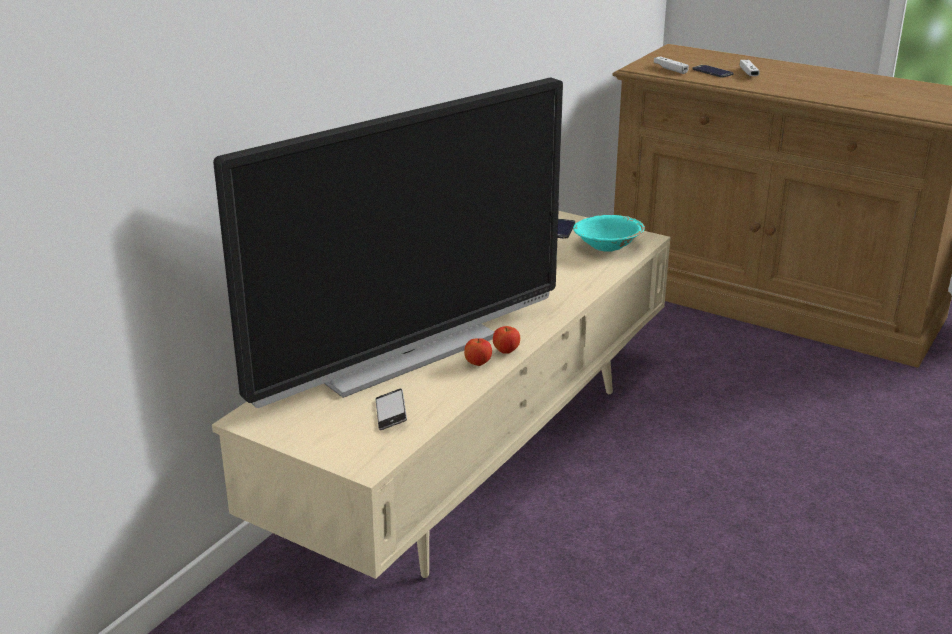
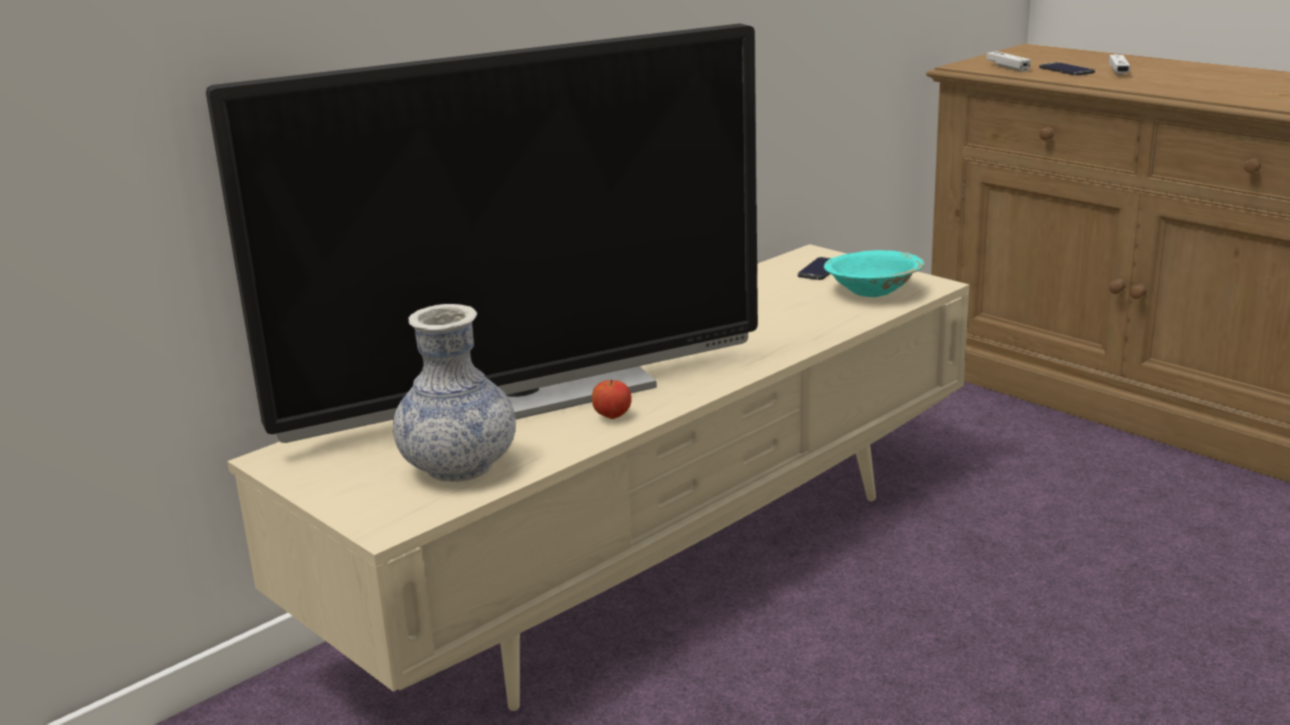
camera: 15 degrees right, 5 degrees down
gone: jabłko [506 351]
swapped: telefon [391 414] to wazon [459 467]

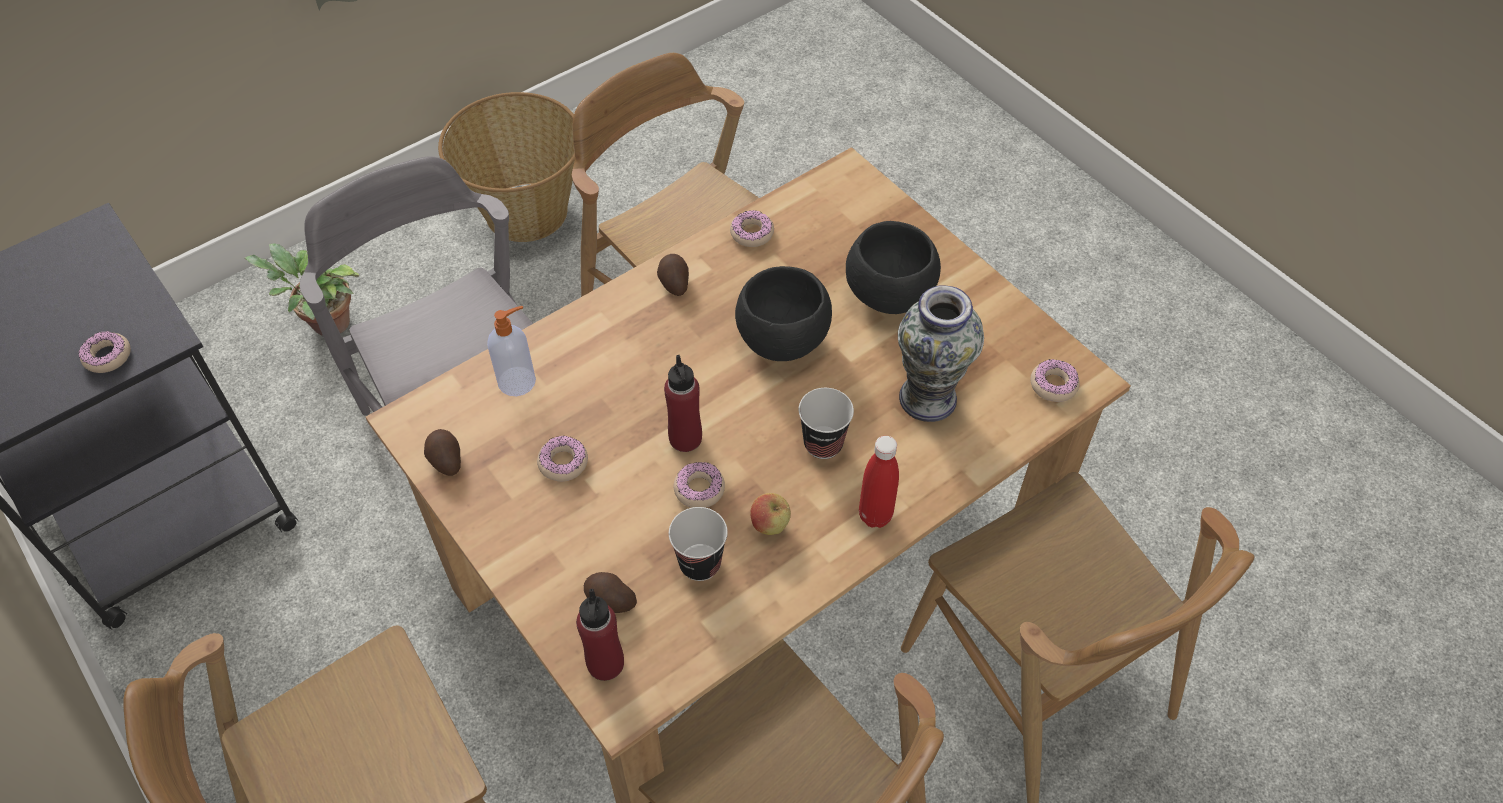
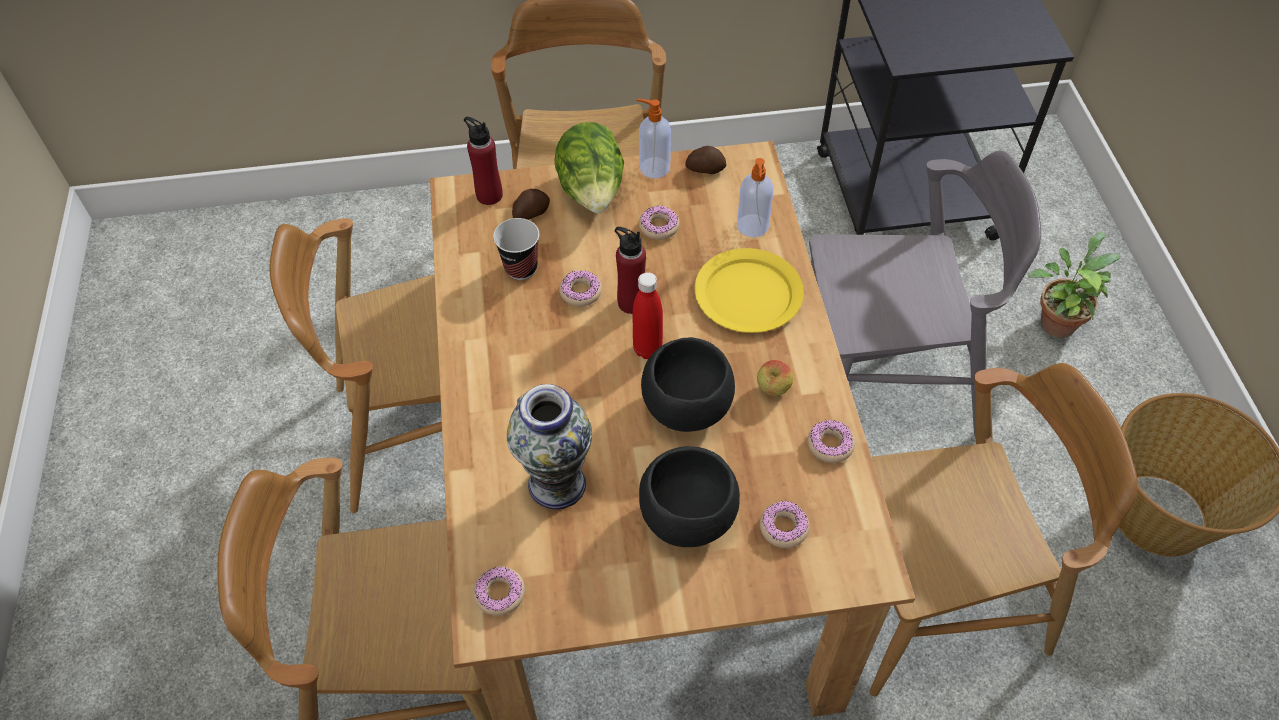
camera: 120 degrees right, 0 degrees up
gone: ziemniak [674 282]; filiżanka [823 444]
new: sałata [592 193]; dozownik mydła [653 167]; talerz [żółty] [748 295]
shifted: donut [107 356] to [783 528]; jabłko [770 525] to [773 389]; butelka [czerwony] [875 515] to [647 349]

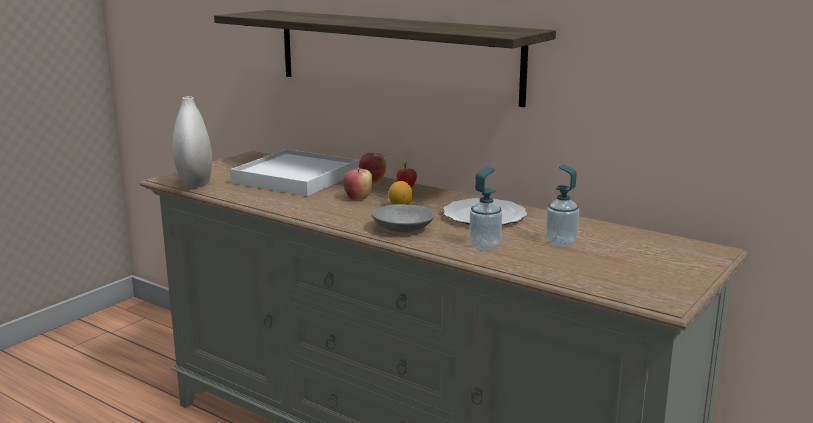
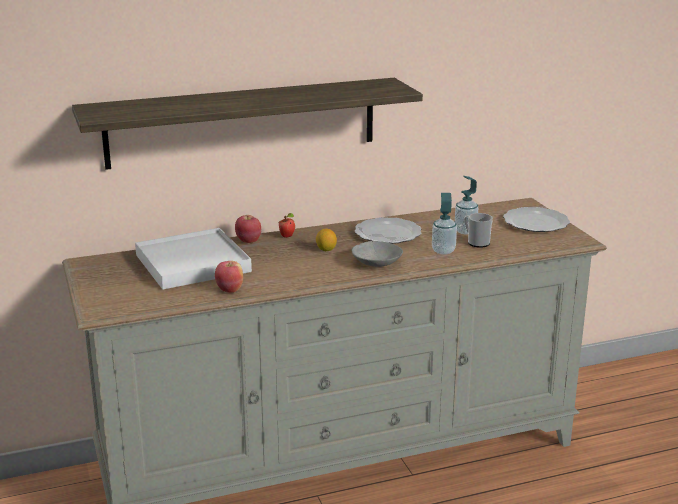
camera: 55 degrees left, 5 degrees up
gone: wazon [biały] [195 182]
new: kubek [476 242]; talerz [536 222]
shifted: jabłko [358 198] to [229 290]

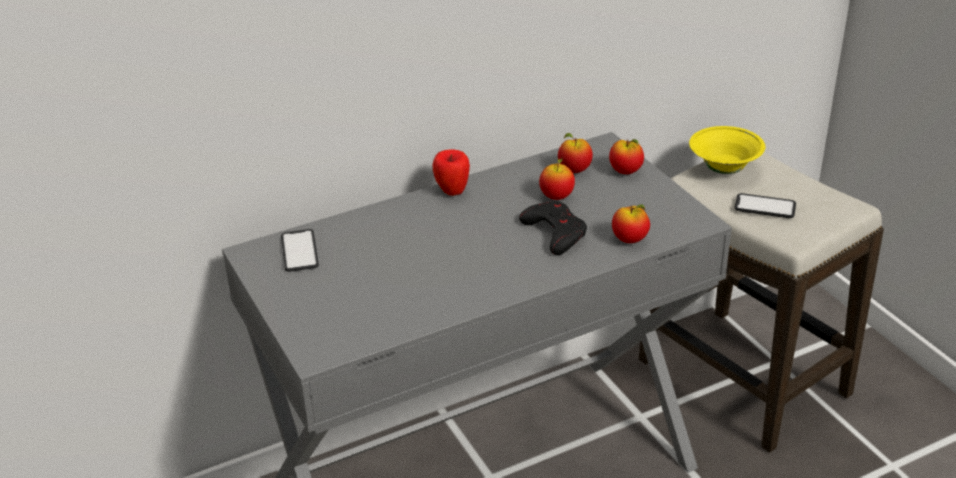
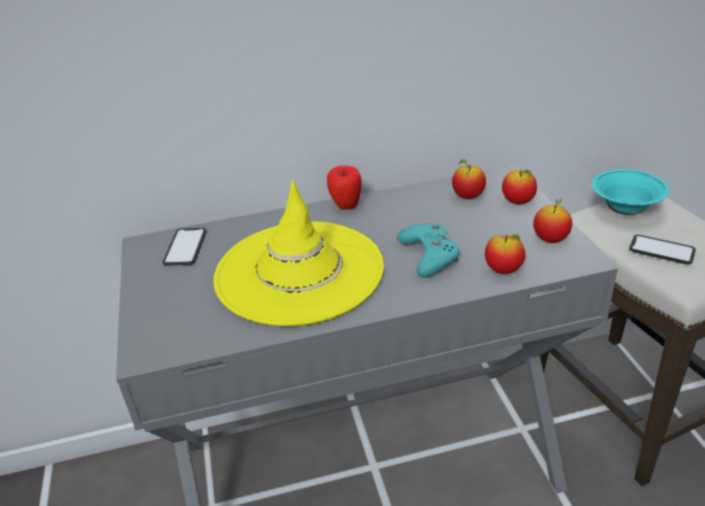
camera: 15 degrees right, 0 degrees up
new: kapelusz [żółty] [299 272]
shifted: jabłko [556 197] to [550 239]
repainted: pad do gier [czarny] [555 232] to pad do gier [turkusowy] [429 254]; miska [żółty] [724 169] to miska [turkusowy] [625 210]

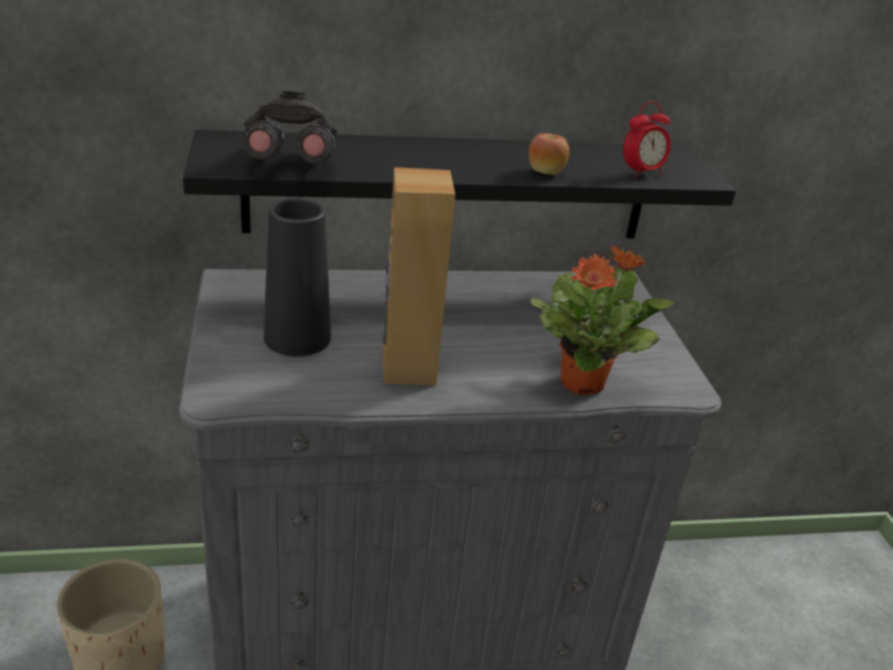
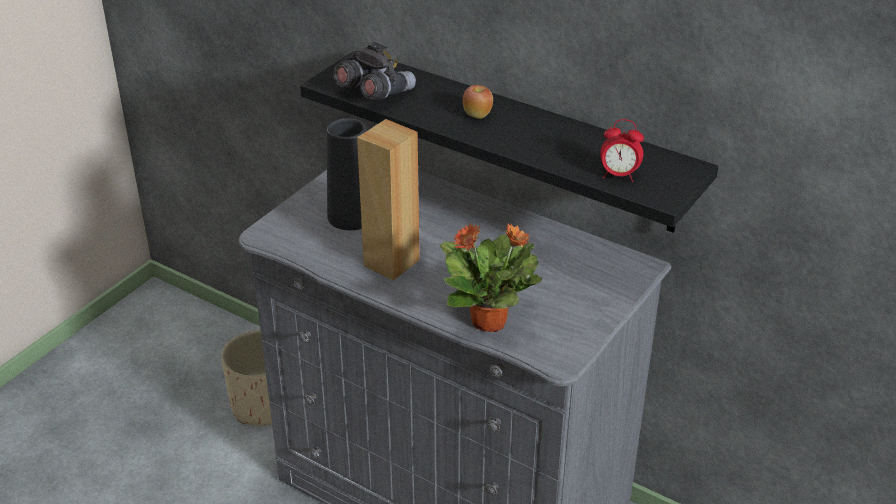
camera: 45 degrees right, 5 degrees up
shifted: jabłko [545 172] to [477 115]

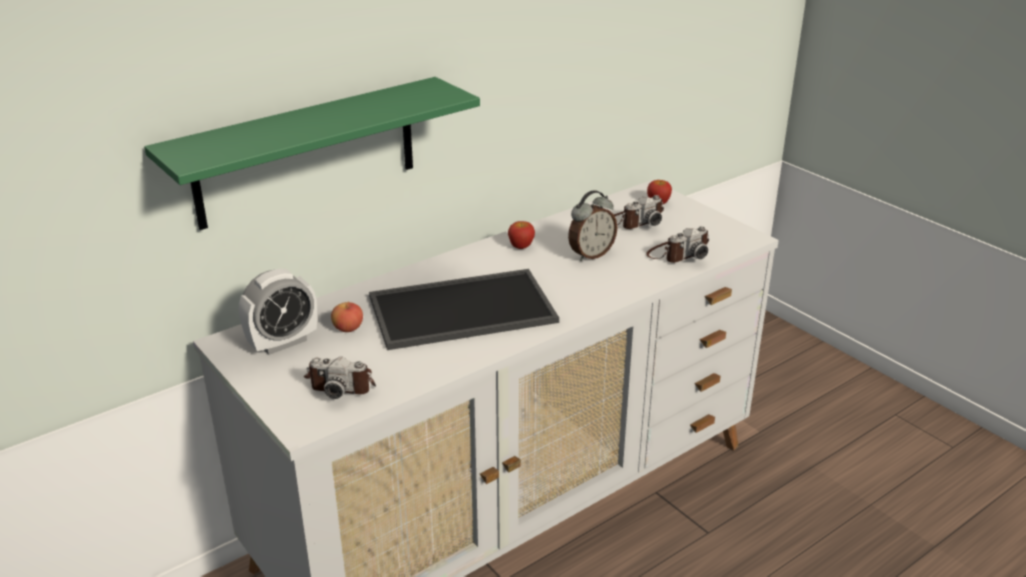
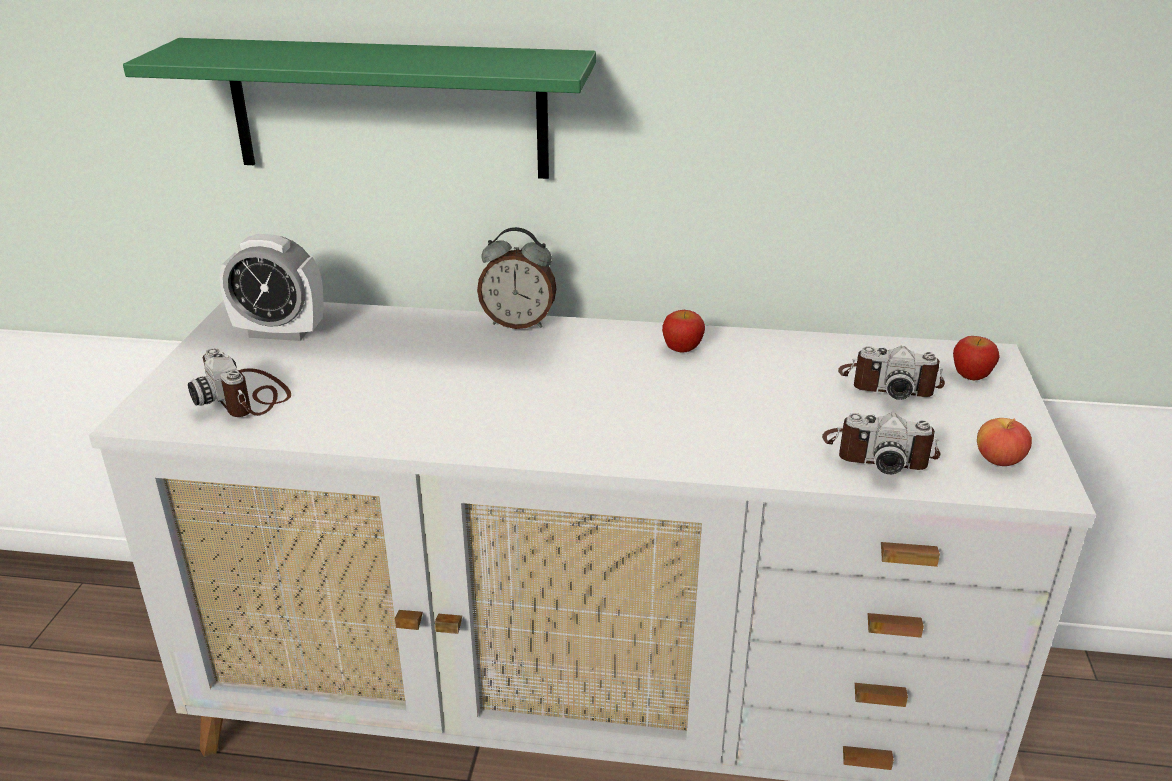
camera: 45 degrees right, 0 degrees up
gone: taca [461 311]
shifted: jabłko [348 328] to [999 460]; budzik [590 254] to [518 323]

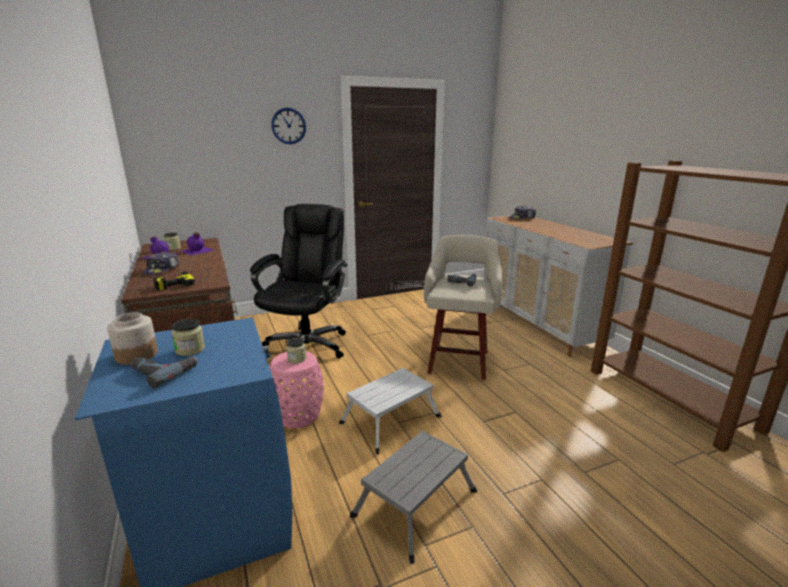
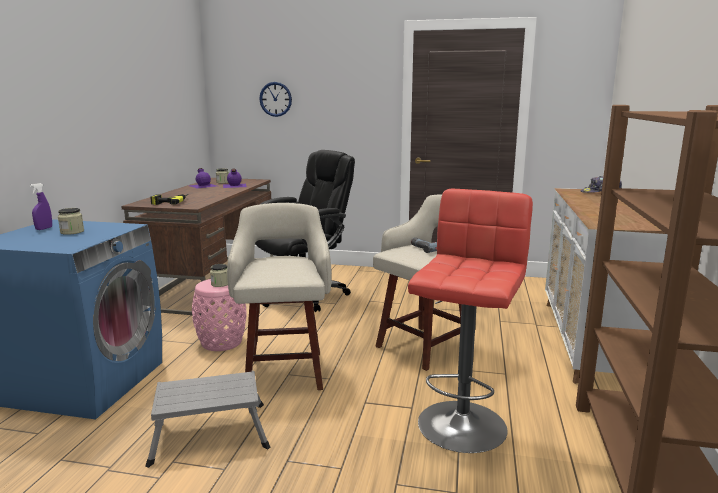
camera: 35 degrees right, 5 degrees down
gone: wiertarka [163 371]; czapka z daszkiem [162 269]
new: stołek [czerwony] [463 425]
shifted: zegar ścienny [288 126] to [275 99]
swapped: słoik [136 355] to spryskiwacz [fioletowy] [44 228]; drabinka [biały] [391 419] to stołek [beżowy] [285 370]

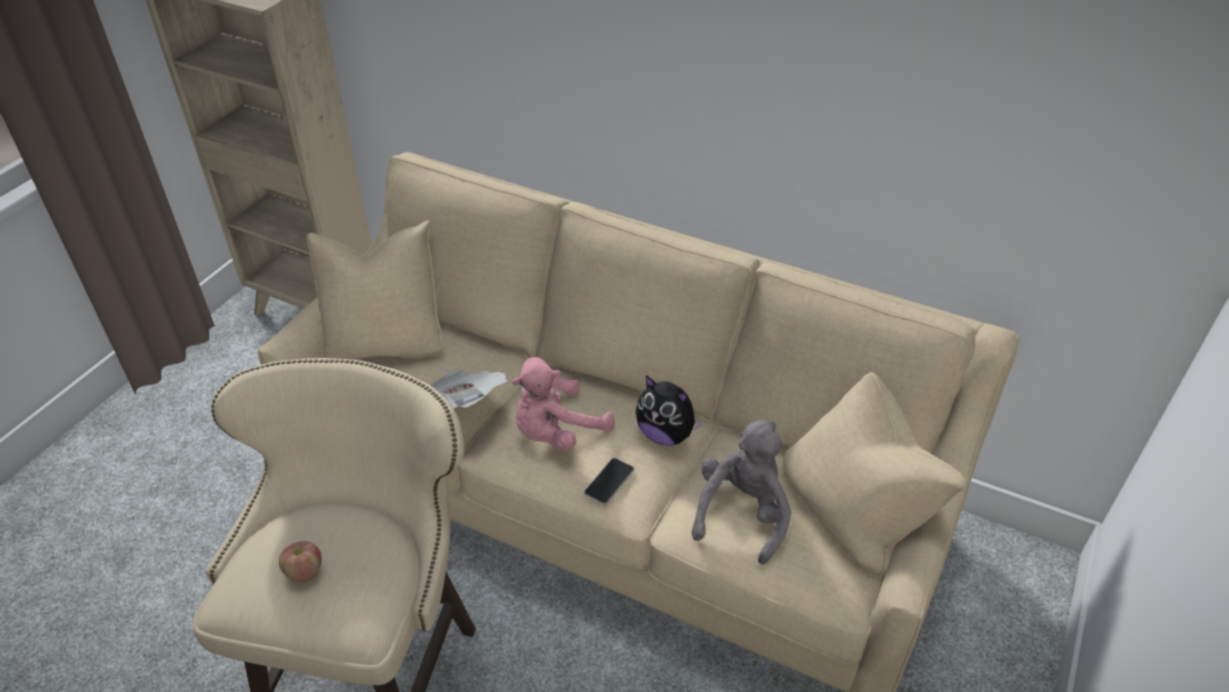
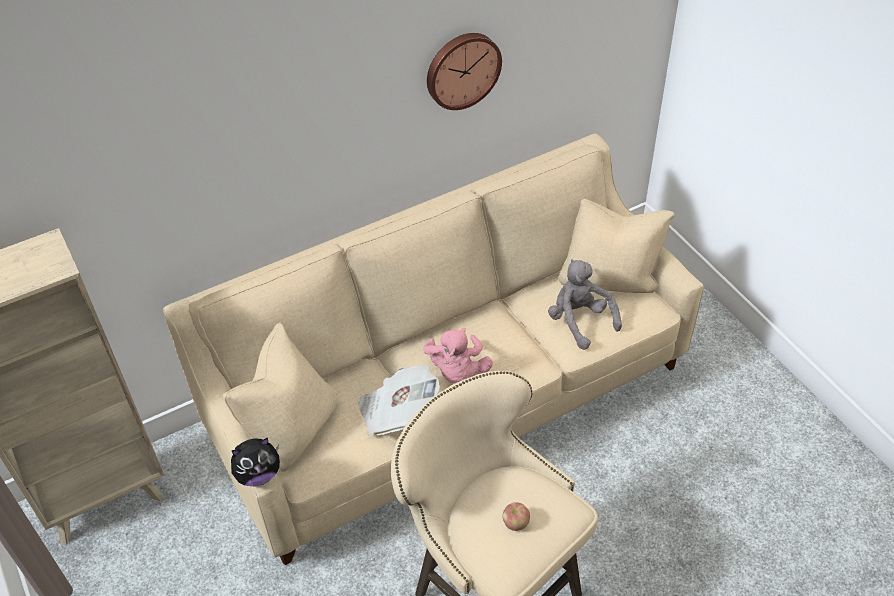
camera: 55 degrees left, 5 degrees up
gone: telefon [609 482]
new: zegar ścienny [462 69]
shifted: pluszak [666 434] to [258 474]

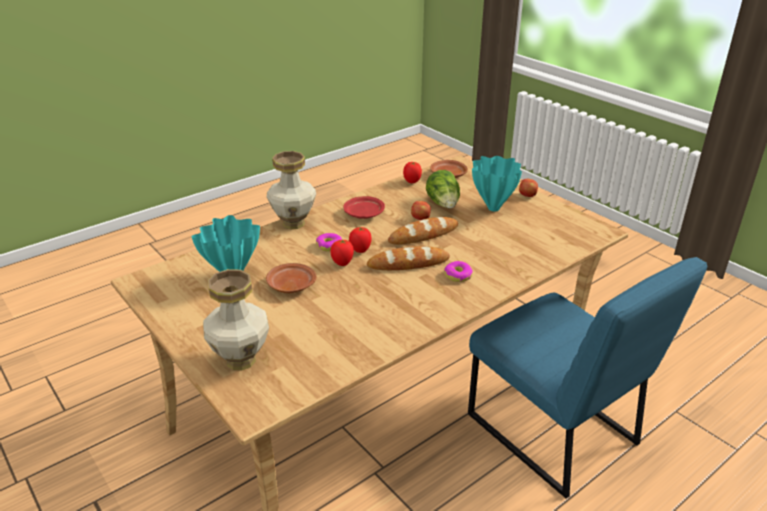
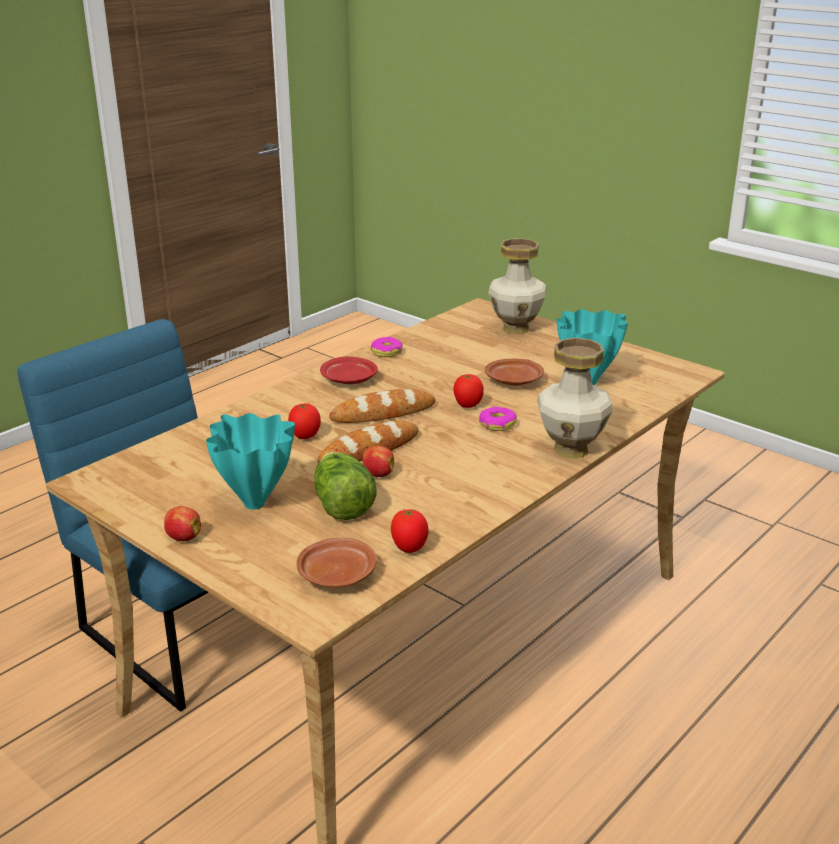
camera: 170 degrees right, 5 degrees down
shifted: talerz [czerwony] [364 214] to [349 380]; pomidor [360 250] to [305 437]; donut [458 276] to [386 352]

